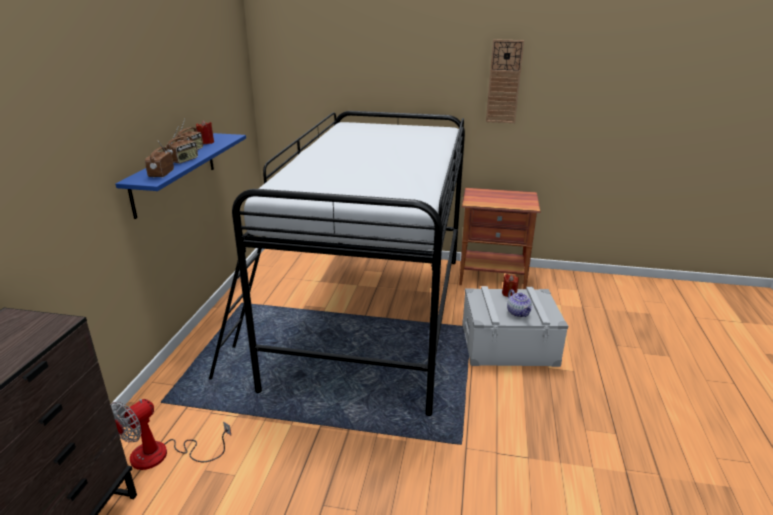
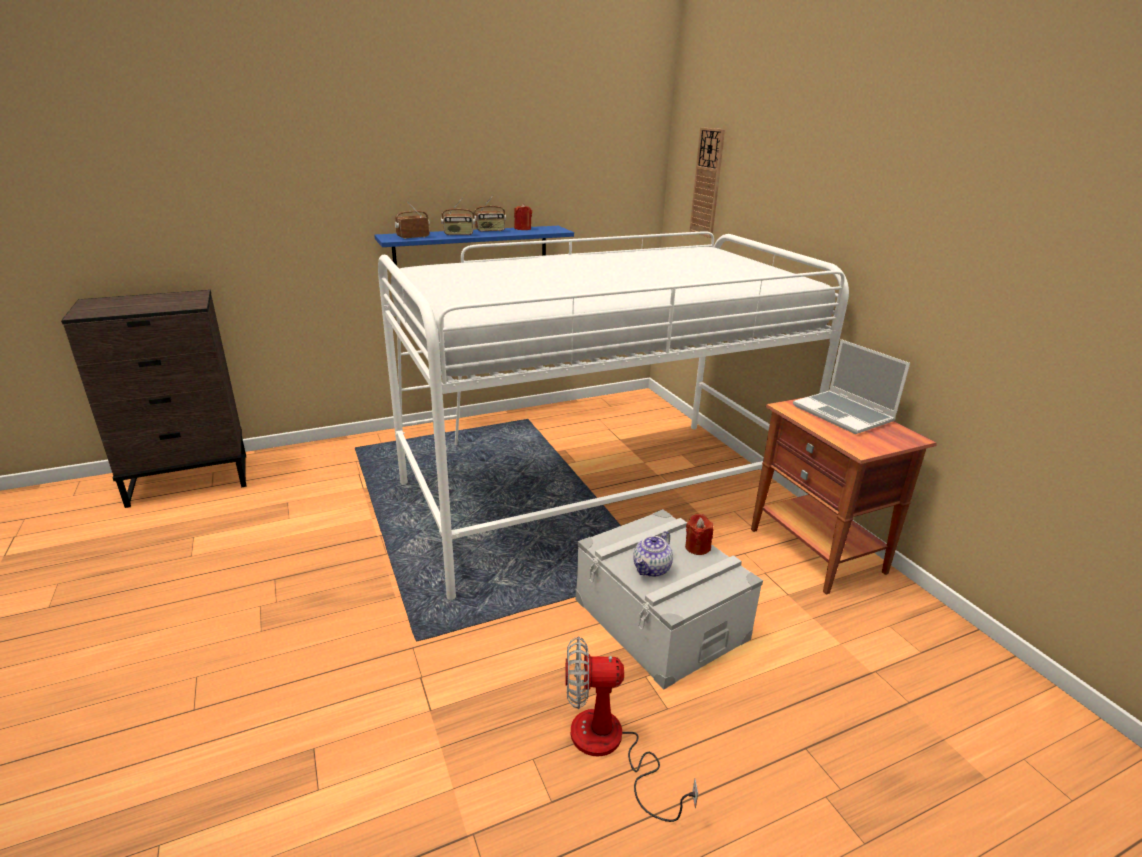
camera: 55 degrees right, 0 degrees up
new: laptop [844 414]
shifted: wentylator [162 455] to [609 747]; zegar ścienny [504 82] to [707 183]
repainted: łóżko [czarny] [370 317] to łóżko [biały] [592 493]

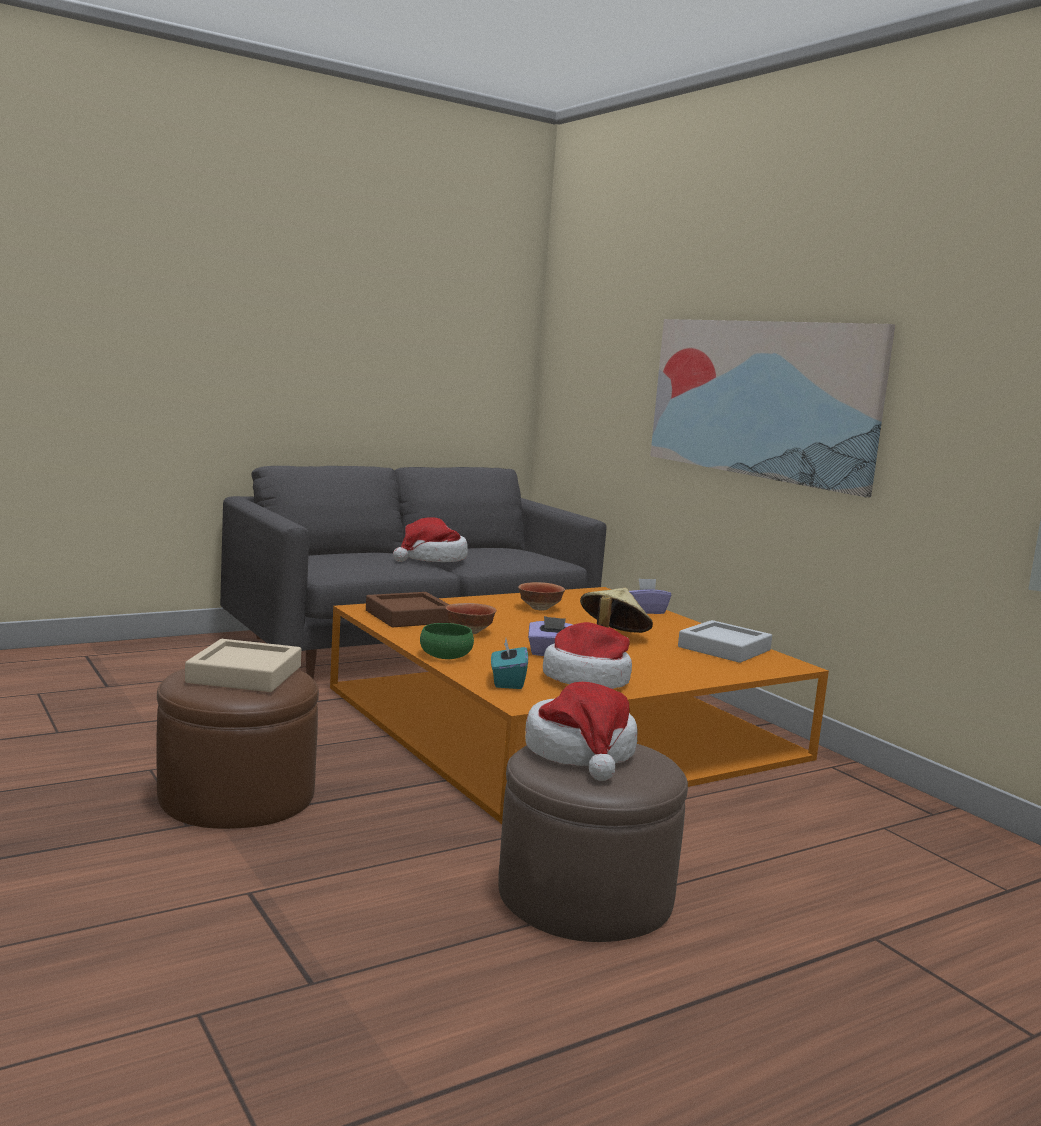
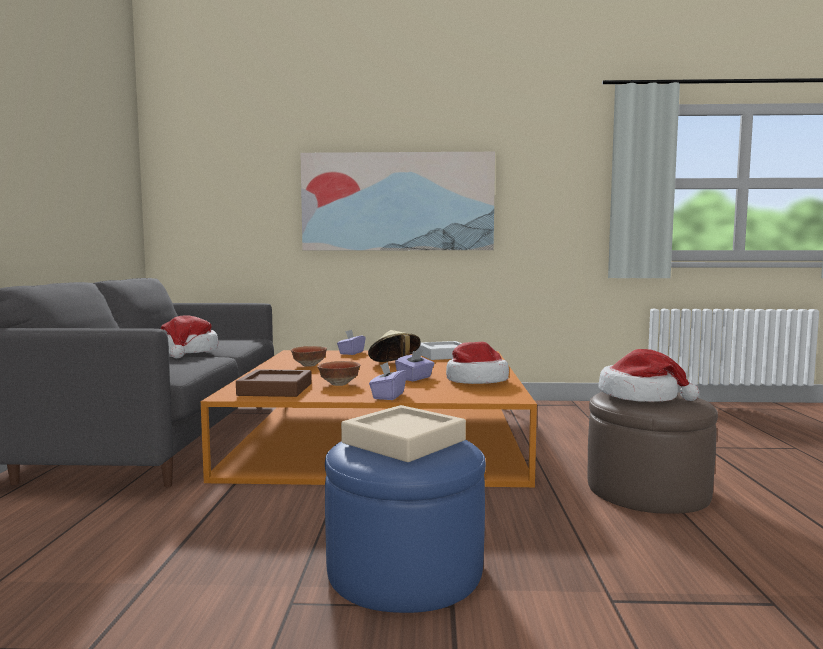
camera: 55 degrees left, 5 degrees down
gone: pudełko chusteczek [turkusowy] [507 682]
swapped: miska [zielony] [445 655] to pudełko chusteczek [fioletowy] [388 396]
repainted: pufa [brązowy] [237 796] to pufa [niebieski] [405 569]

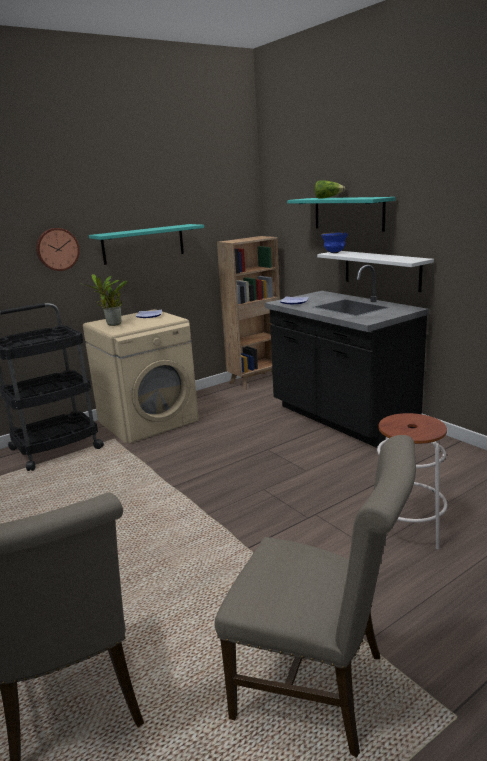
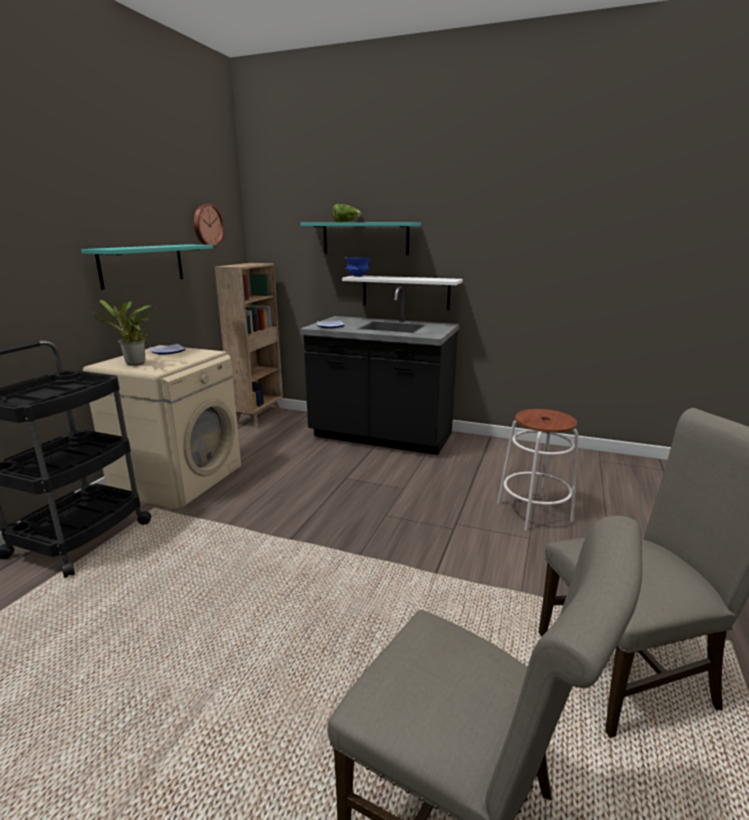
camera: 35 degrees left, 0 degrees up
shifted: zegar ścienny [57 249] to [207 225]

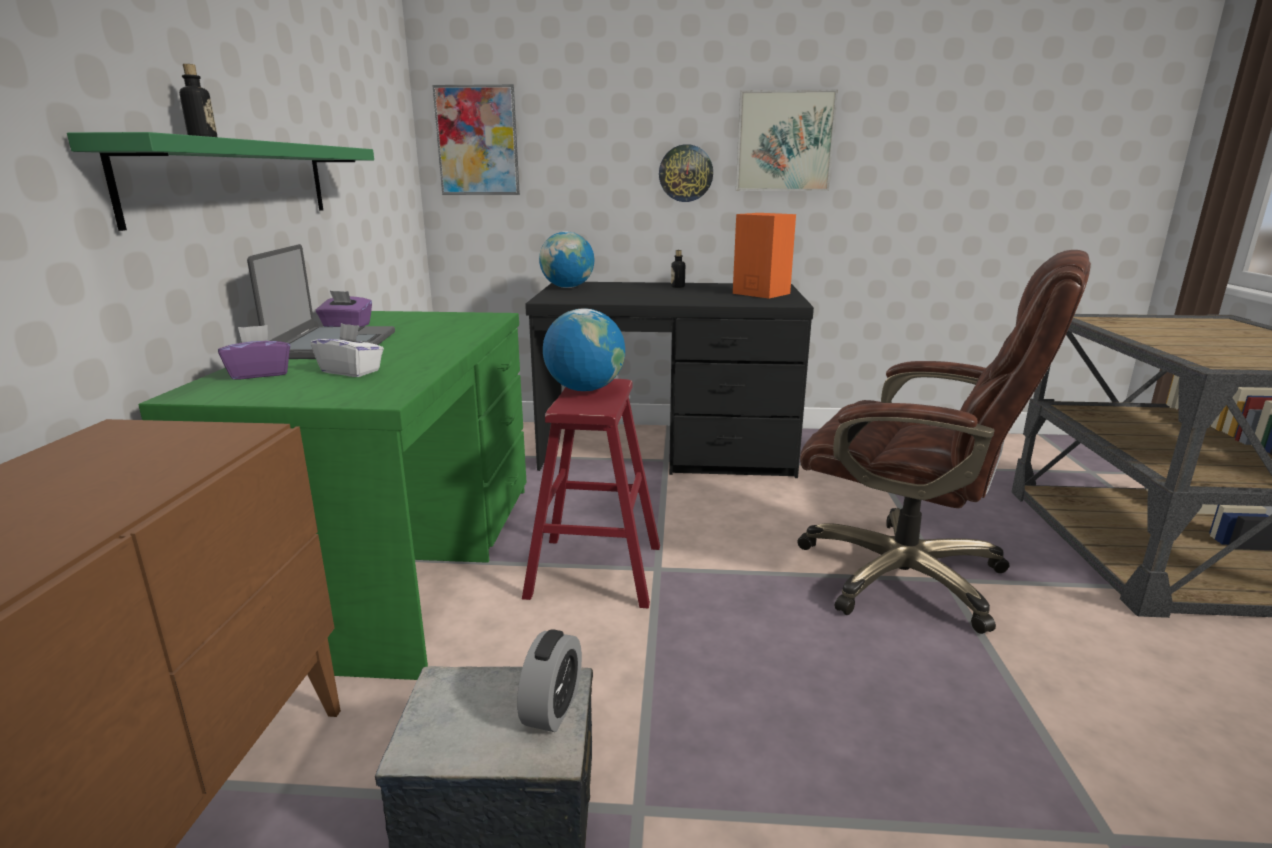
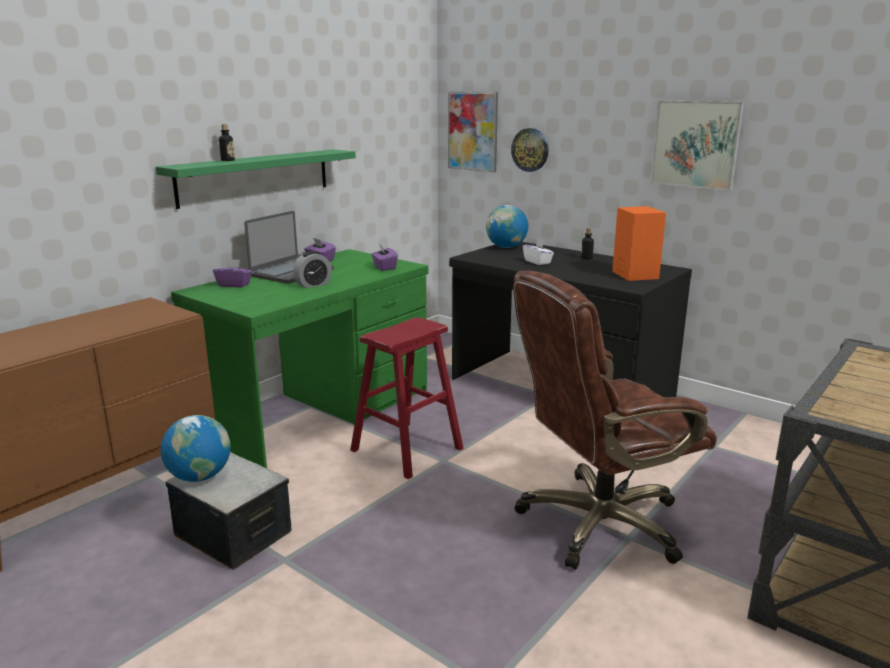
camera: 35 degrees right, 0 degrees up
new: pudełko chusteczek [fioletowy] [384 267]
shifted: pudełko chusteczek [biały] [351 371] to [537 262]; budzik [552 708] to [313 285]; globus [585 389] to [200 476]; zegar ścienny [686 173] to [530 150]
rotated: krzesło biurowe [brązowy] [902 574] = [601 522] 90 degrees clockwise

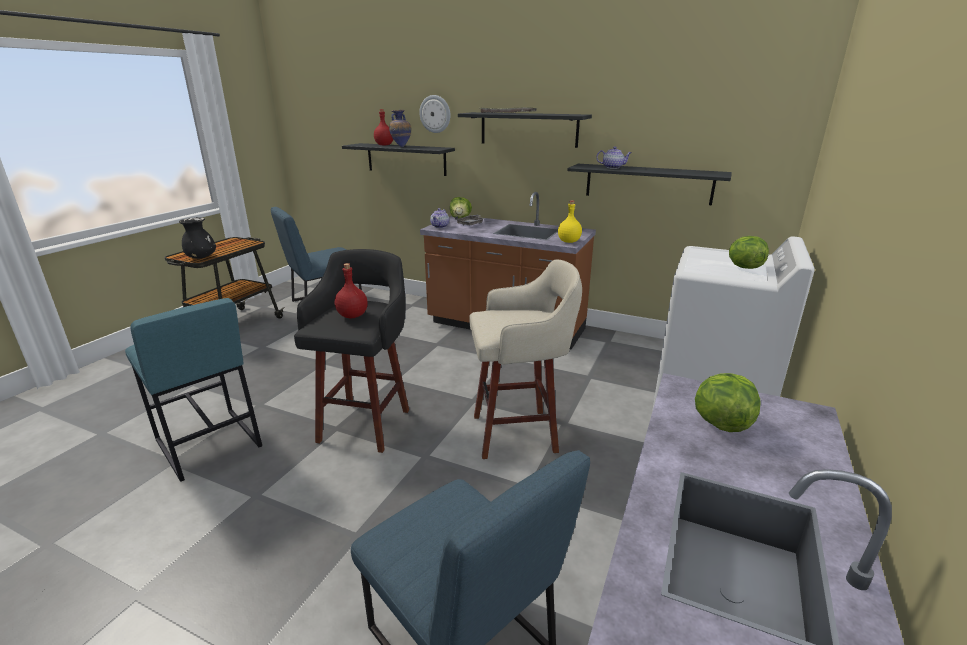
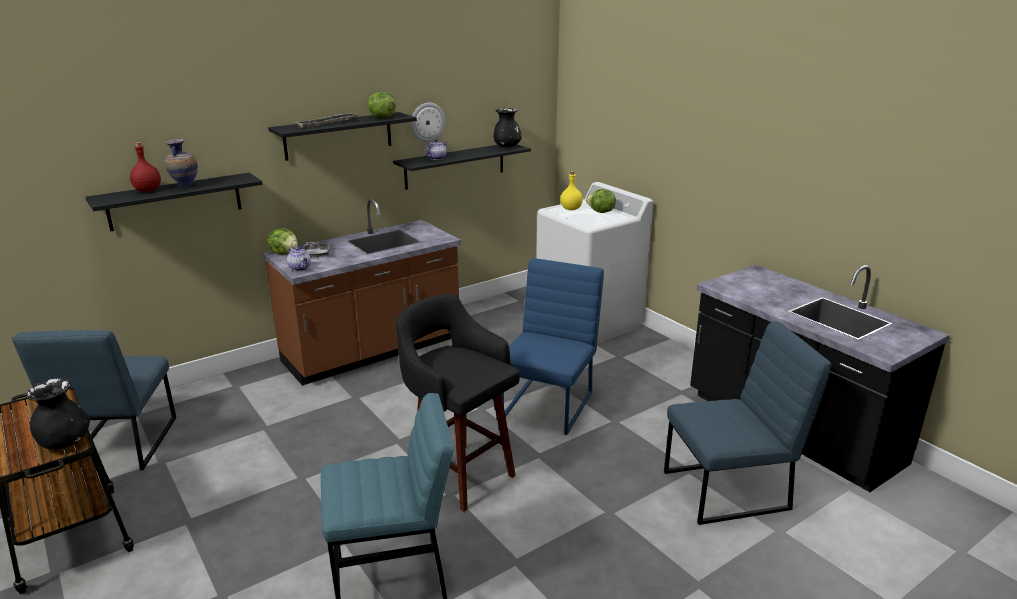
camera: 60 degrees left, 0 degrees up
gone: butelka [czerwony] [352 315]
new: wazon [czarny] [507 146]
shifted: zegar ścienny [435 114] to [427 122]; butelka [żółty] [569 241] to [571 209]; sałata [721 423] to [381 117]
swapped: stołek [beżowy] [519 434] to krzesło [niebieski] [549 404]

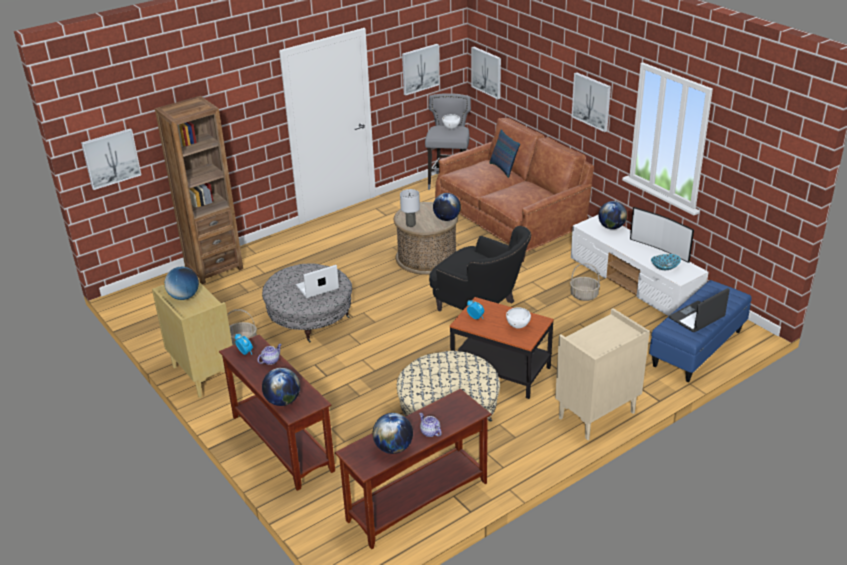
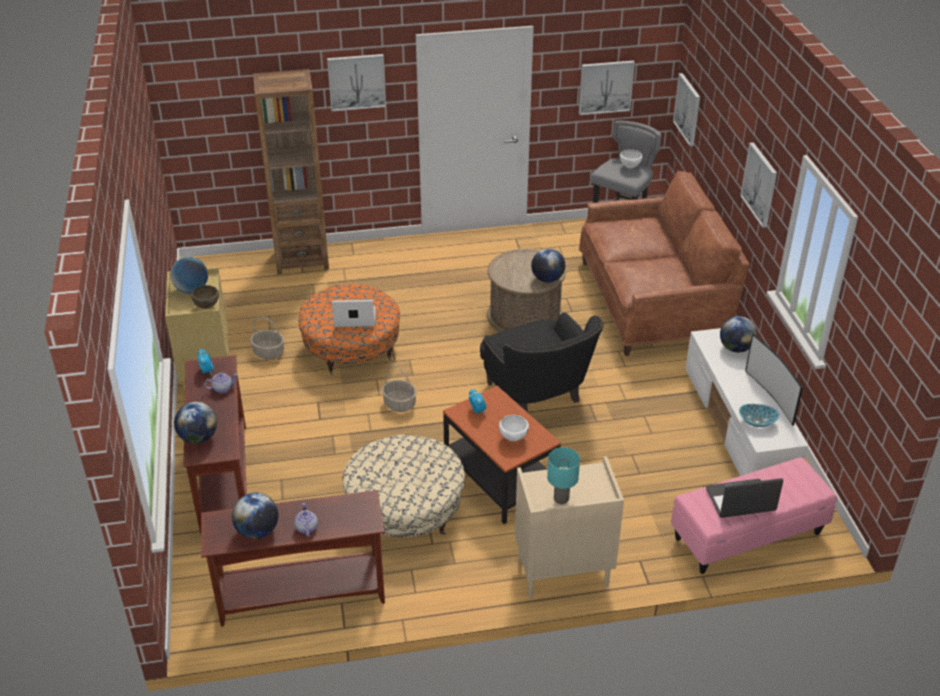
camera: 25 degrees right, 5 degrees up
gone: lampa stołowa [biały] [410 225]; poduszka [niebieski] [503 169]
new: miska [brązowy] [206 307]; lampa stołowa [turkusowy] [560 500]
shifted: obraz [111 158] to [356 82]; koszyk [583 296] to [399 404]
repainted: pufa [szary] [310 319] to pufa [pomarańczowy] [351 348]; pufa [niebieski] [698 349] to pufa [różowy] [748 537]

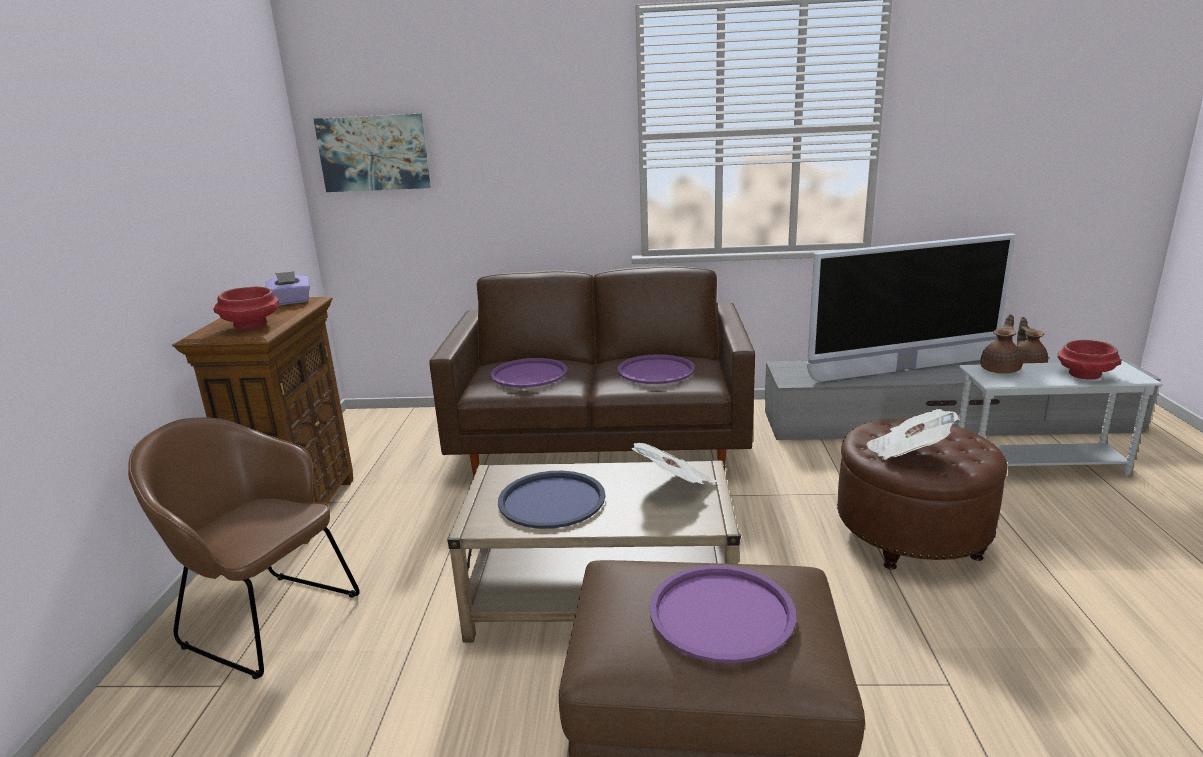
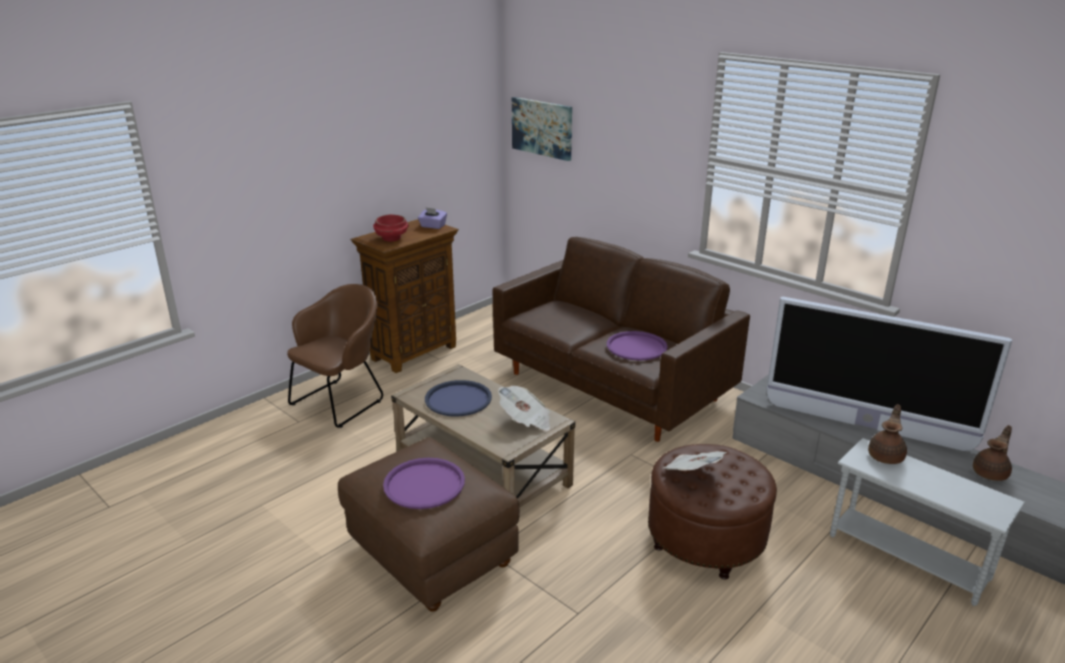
camera: 40 degrees right, 5 degrees up
gone: taca [fioletowy] [529 374]; miska [czerwony] [1085 375]
rotated: fotel [brązowy] [264 618] = [342 401] 60 degrees clockwise; imbryk [brązowy] [1000 369] = [886 456] 45 degrees counterclockwise

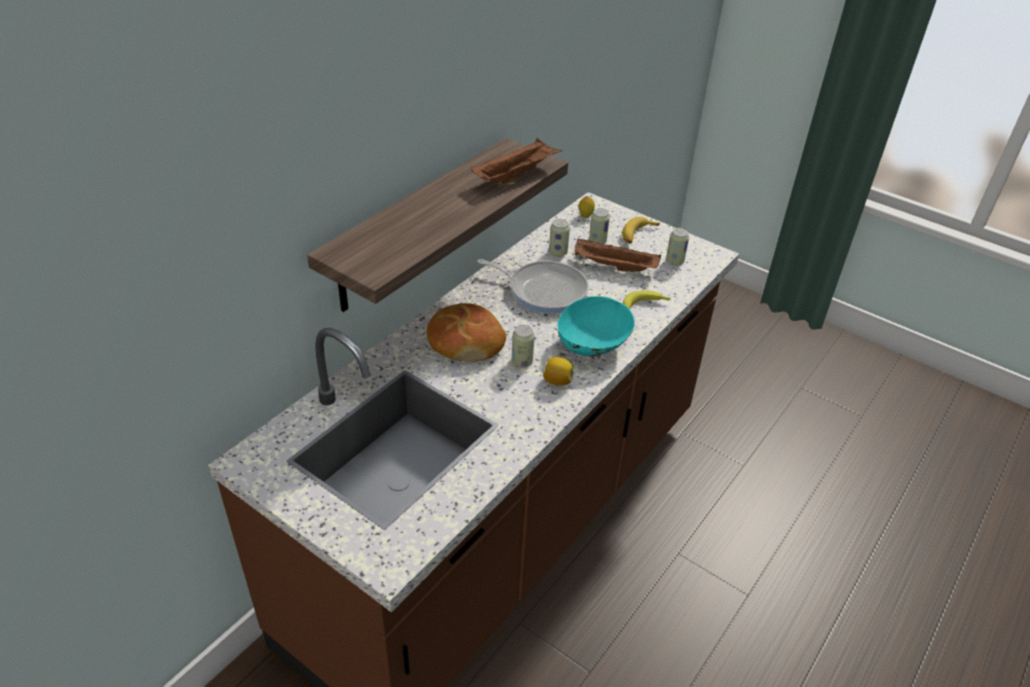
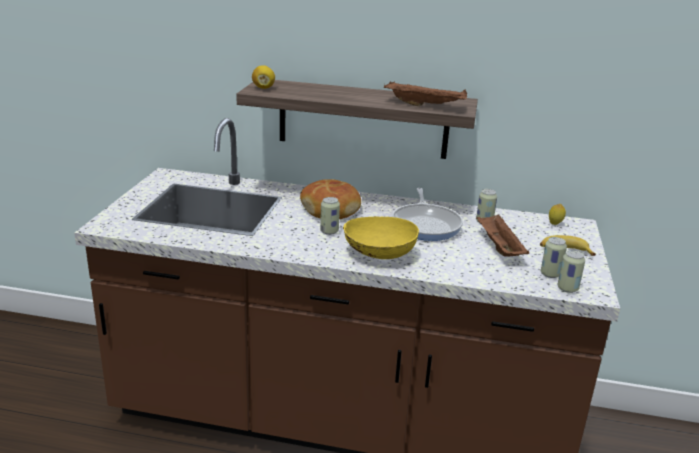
camera: 65 degrees right, 15 degrees down
gone: banan [646 304]
shifted: cytryna [557 381] to [263 88]; puszka [597 241] to [567 288]
repainted: miska [turkusowy] [593 345] to miska [żółty] [379 255]

